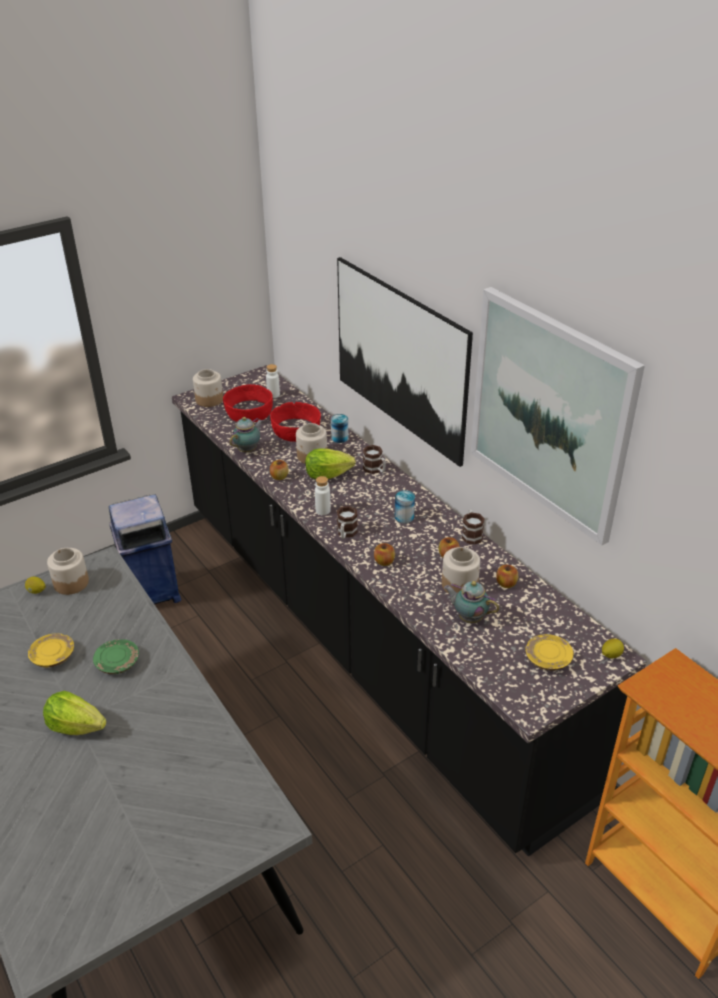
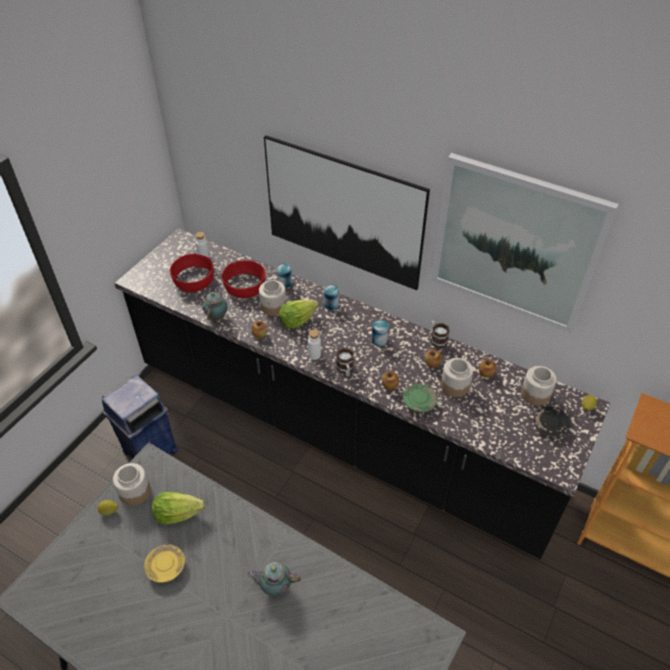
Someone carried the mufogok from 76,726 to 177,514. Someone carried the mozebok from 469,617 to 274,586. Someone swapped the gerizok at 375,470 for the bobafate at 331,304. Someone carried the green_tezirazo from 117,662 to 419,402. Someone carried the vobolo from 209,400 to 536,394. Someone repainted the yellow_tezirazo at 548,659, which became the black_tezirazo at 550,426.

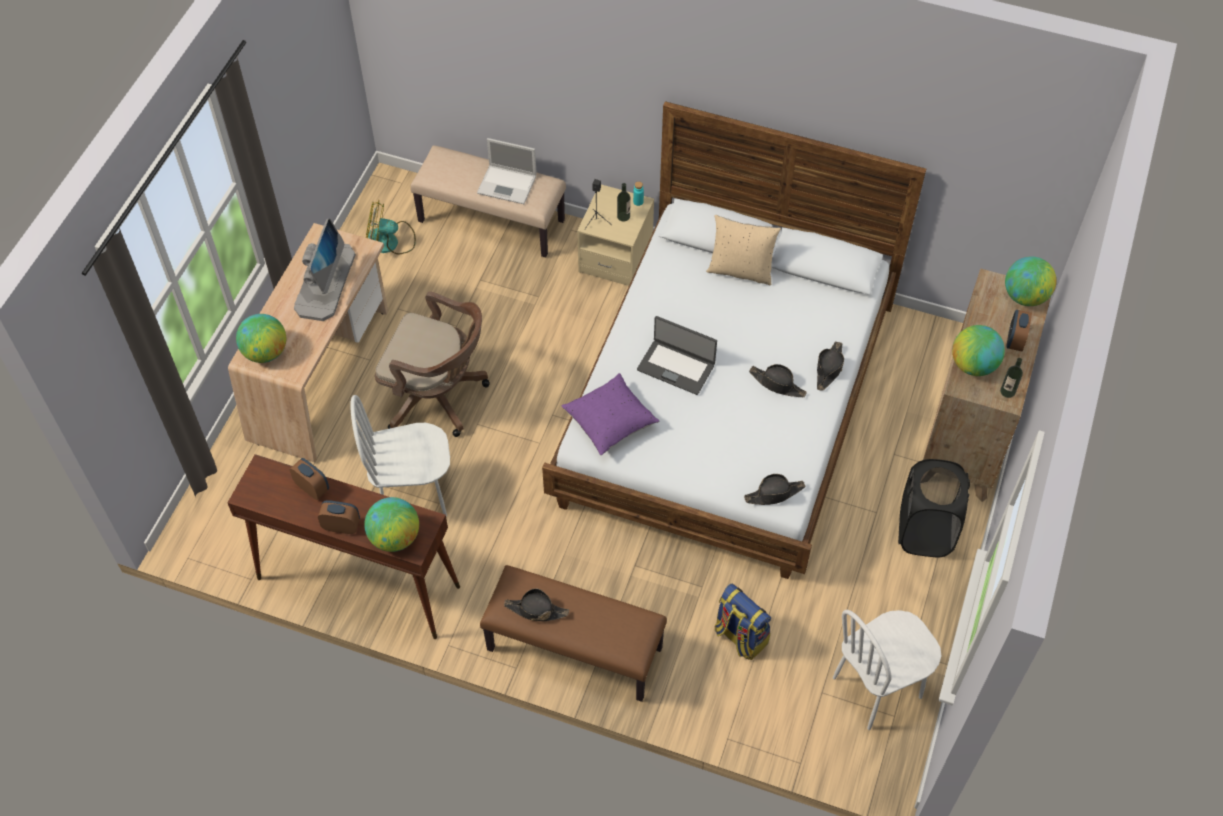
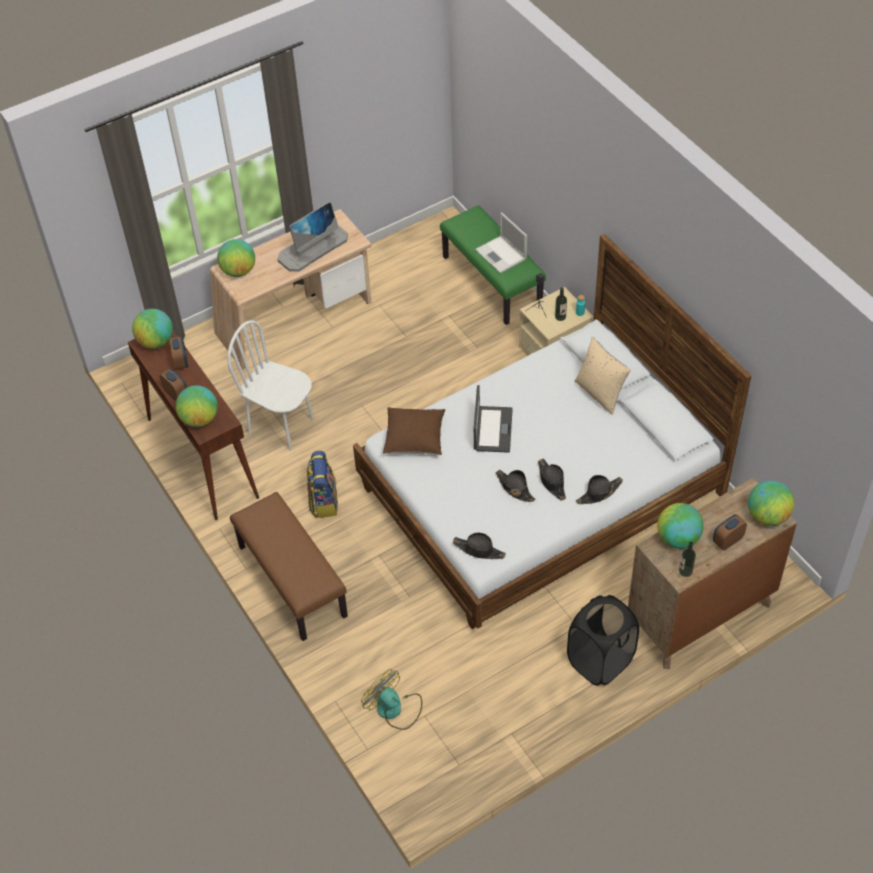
Someone put down the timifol at 156,342. Someone carried the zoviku from 740,636 to 323,501. Someone carried the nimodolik from 390,241 to 394,709. Someone repainted the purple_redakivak at 610,422, which became the brown_redakivak at 414,439. Someone repainted the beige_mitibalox at 492,220, which became the green_mitibalox at 492,282. Someone rotated the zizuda at 676,366 by 150 degrees counterclockwise. Someone carried the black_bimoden from 536,610 to 514,488. Someone took away the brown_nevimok at 438,397. Someone took away the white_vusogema at 877,688.

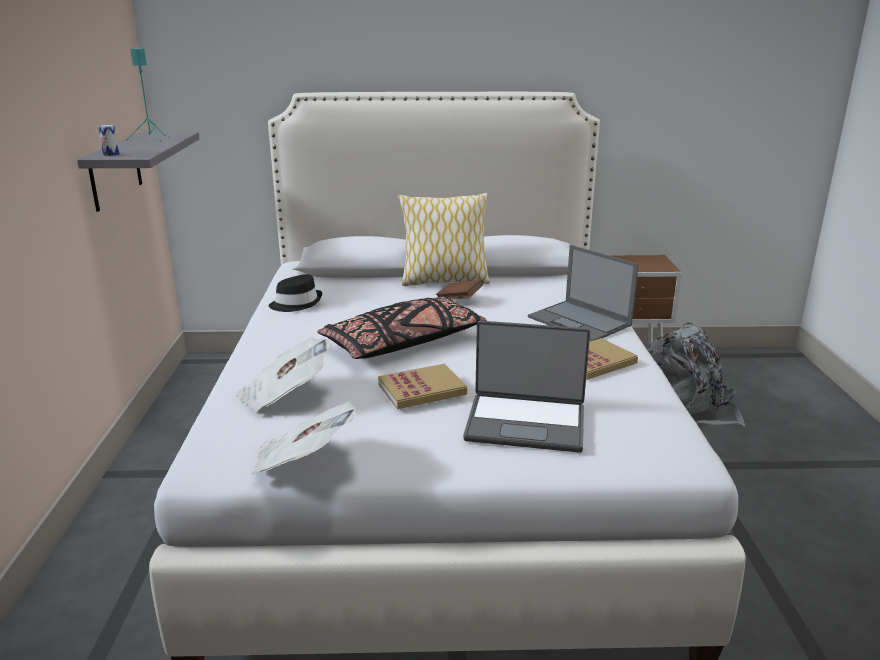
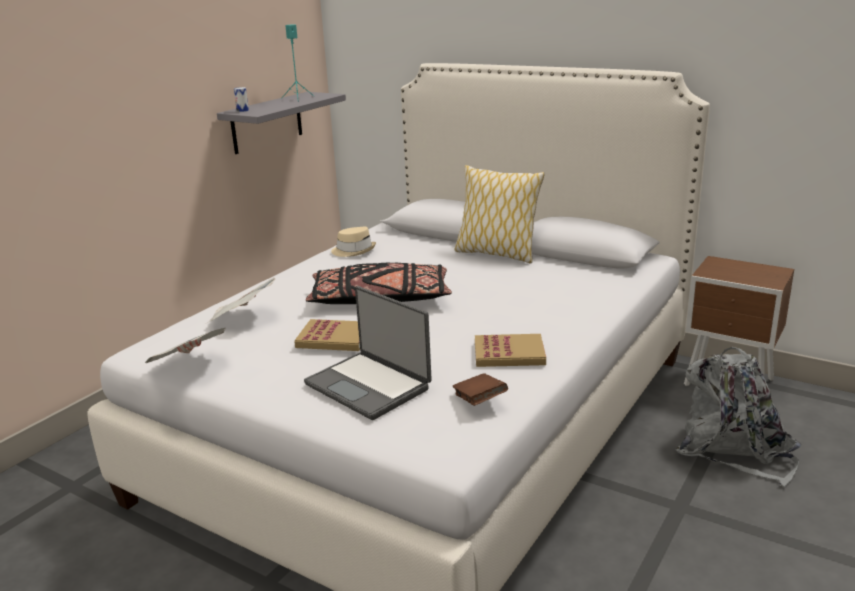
Someone repainted the black_bimoden at 296,303, which became the beige_bimoden at 354,251. Someone carried the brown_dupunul from 459,300 to 479,401. Someone took away the zizuda at 580,321.

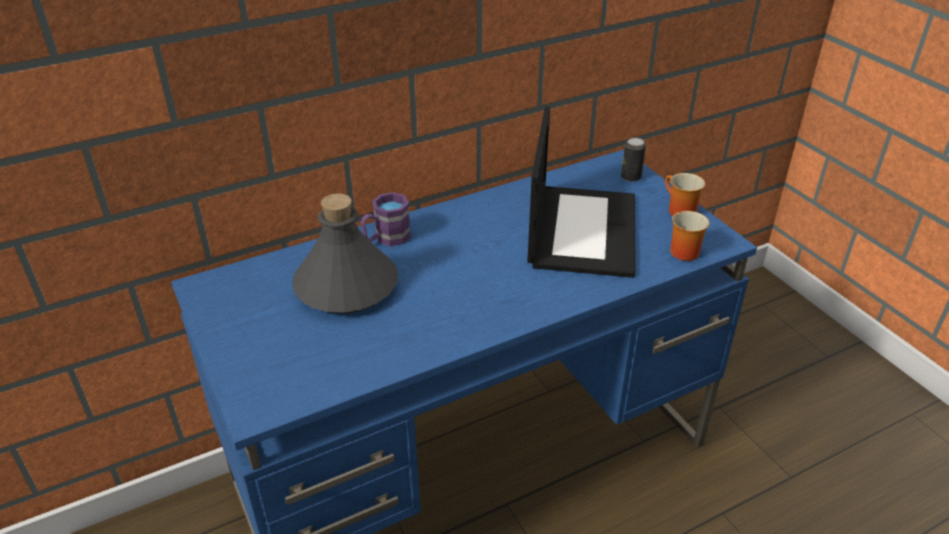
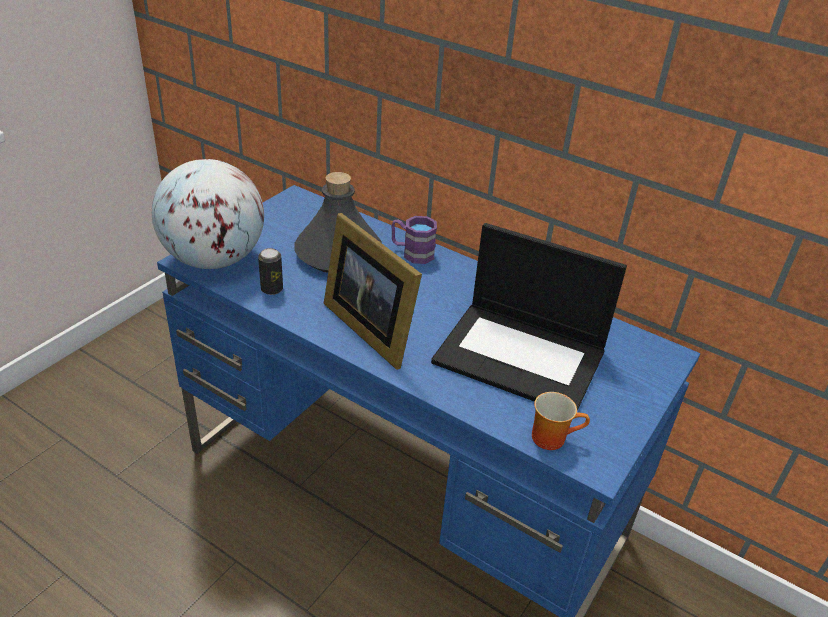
Someone put down the timifol at 214,260. Someone carried the bobafate from 631,177 to 272,289. Someone put down the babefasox at 371,326. Someone rotated the zizuda at 581,229 by 45 degrees clockwise. Someone took away the gerizok at 678,211.

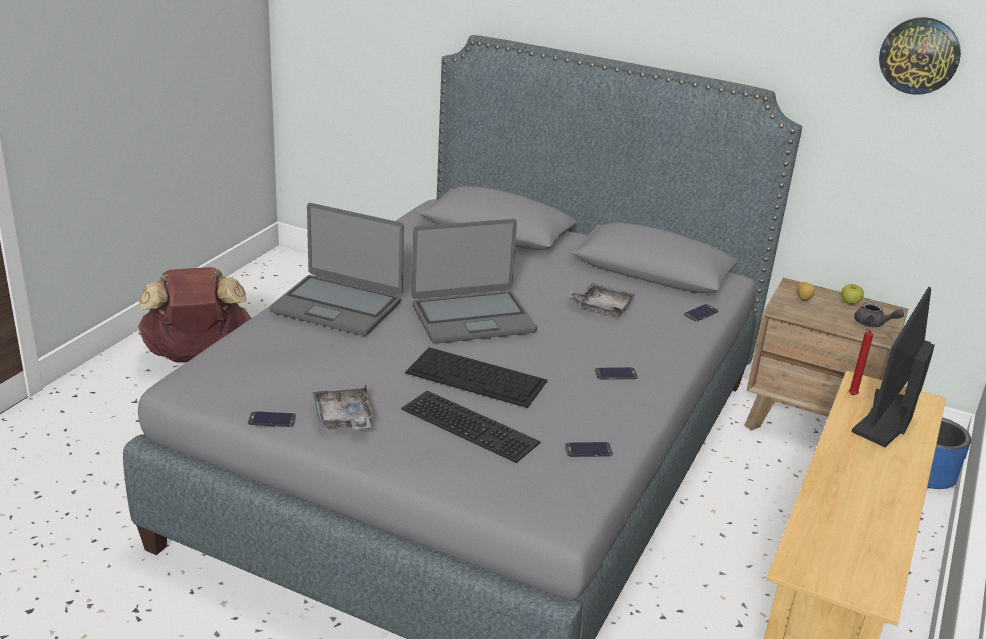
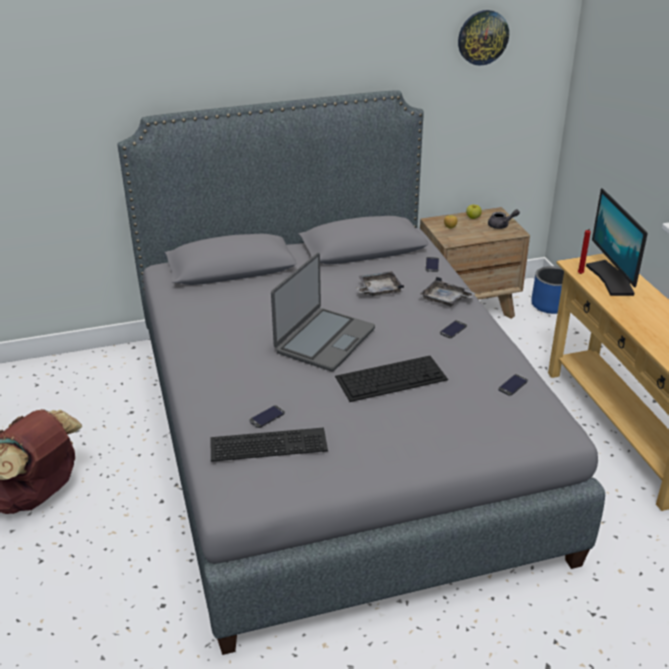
Someone carried the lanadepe from 472,425 to 269,443. Someone carried the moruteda from 272,419 to 267,417. Someone carried the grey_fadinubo from 344,418 to 445,299. Someone took away the zizuda at 337,306.

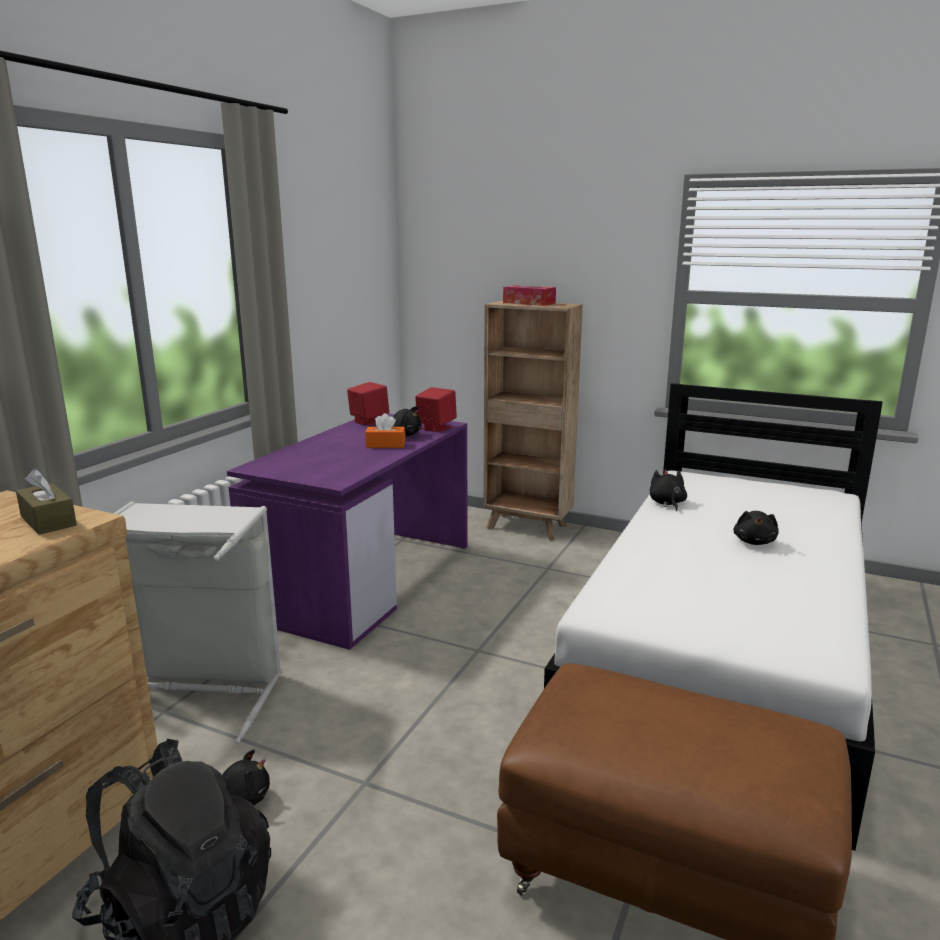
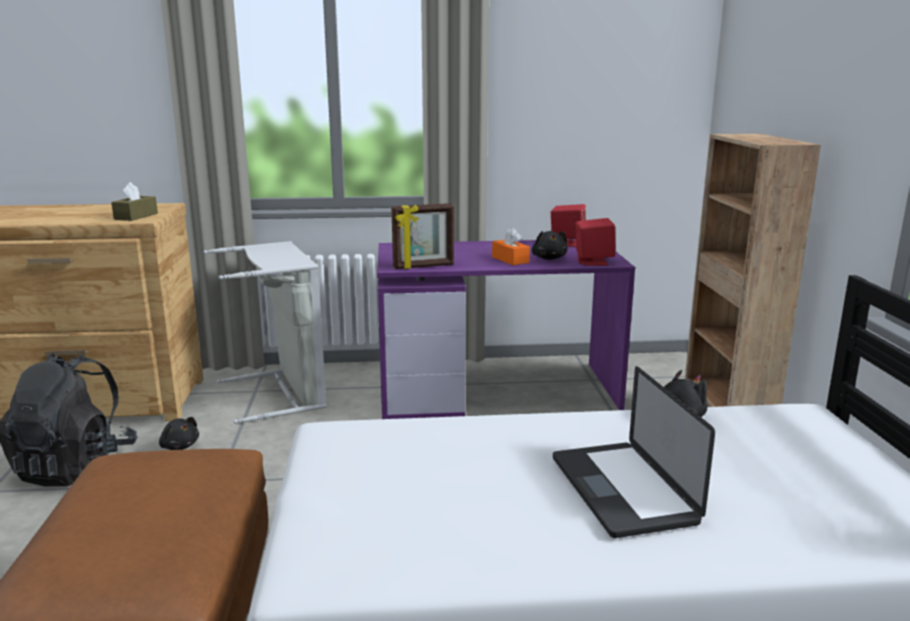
Someone put down the babefasox at 423,266. Someone swapped the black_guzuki at 754,542 for the zizuda at 622,490. Someone took away the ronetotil at 529,303.

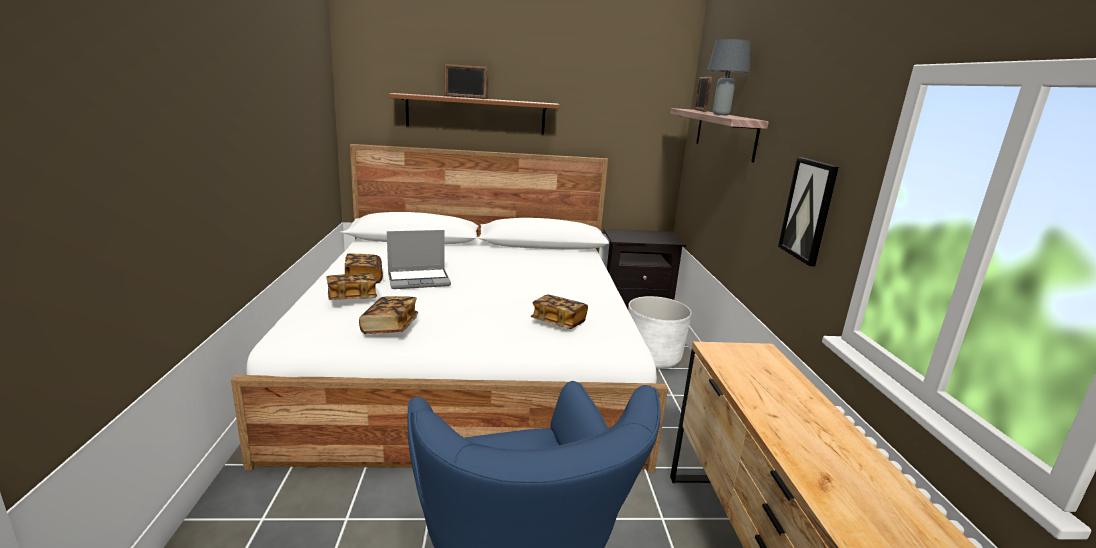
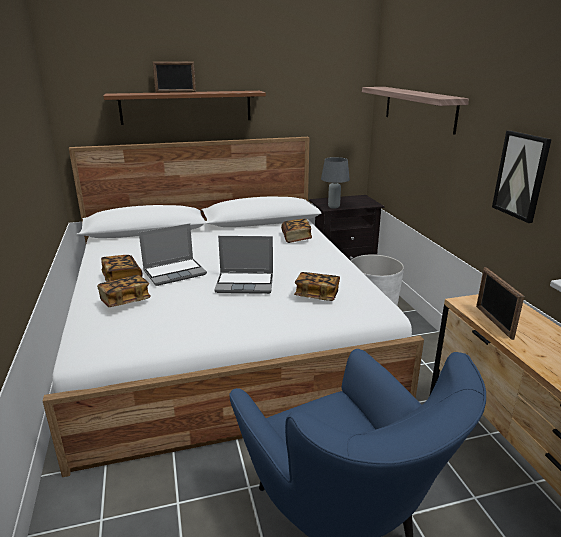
Someone put down the zizuda at 245,283. Someone carried the dupunul from 390,327 to 296,238. Someone carried the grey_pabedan from 721,114 to 334,207. Someone carried the babefasox from 700,110 to 493,322.

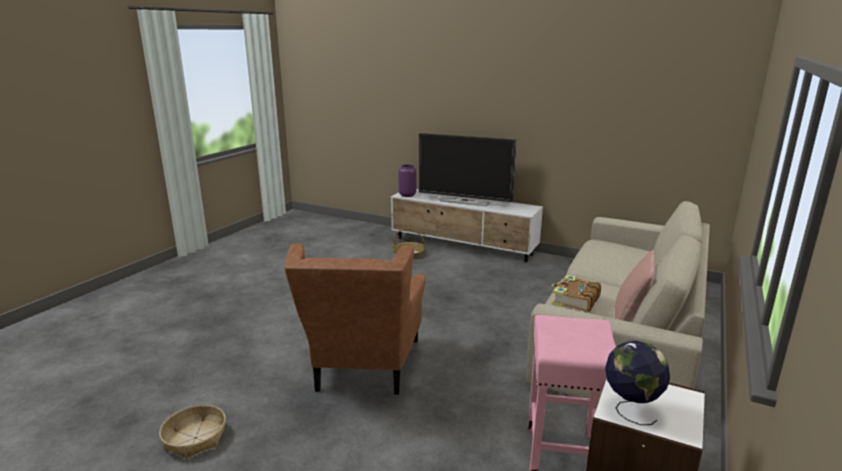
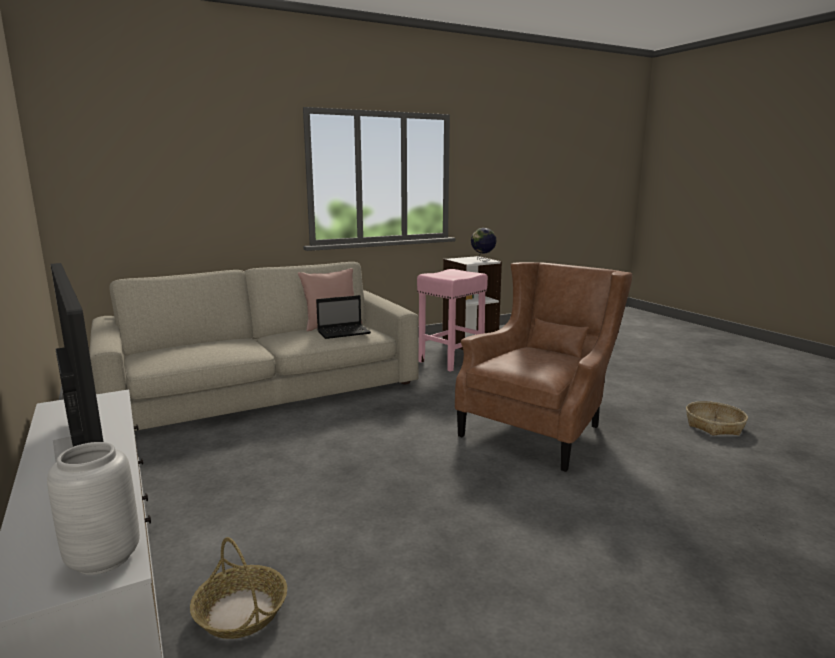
Someone repainted the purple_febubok at 407,195, which became the grey_febubok at 102,559. Someone swapped the dupunul at 574,300 for the zizuda at 345,332.

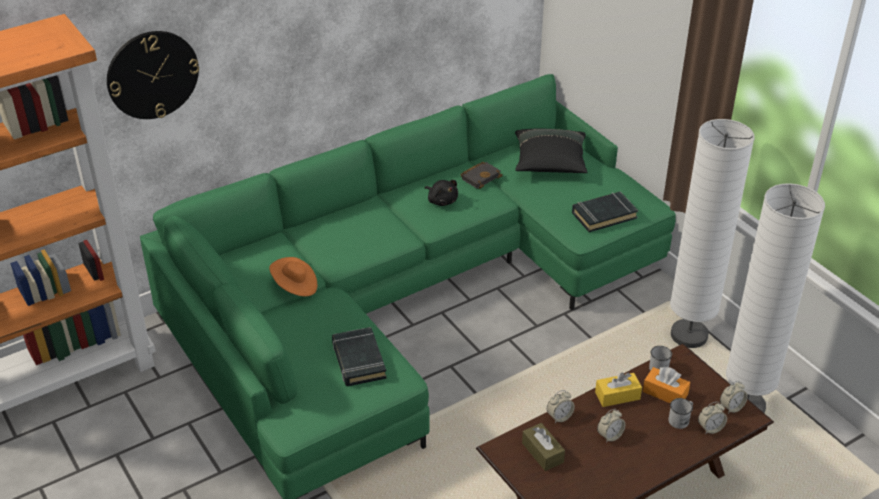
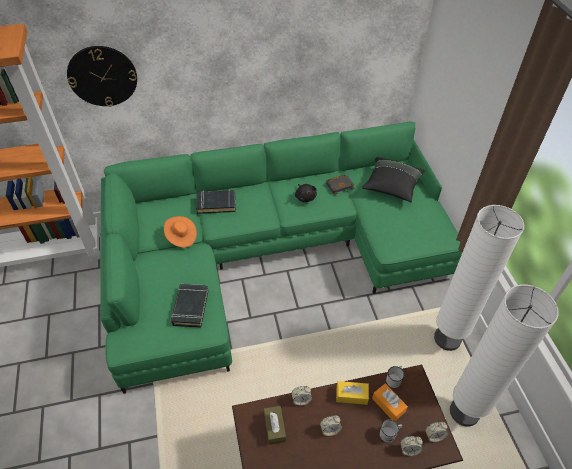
Someone carried the black_dupunul from 603,215 to 216,203.

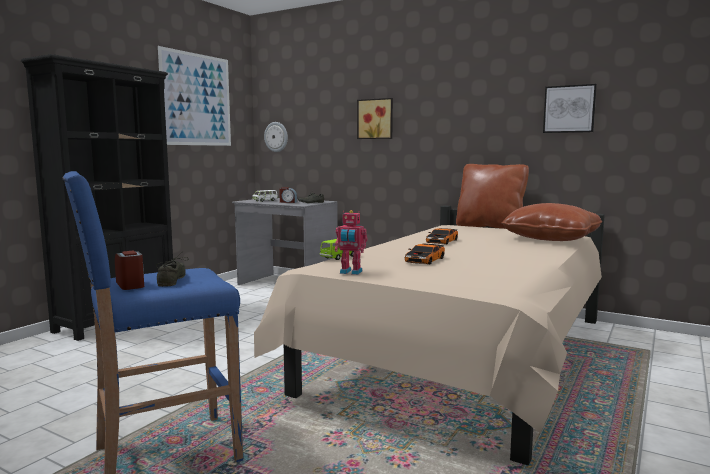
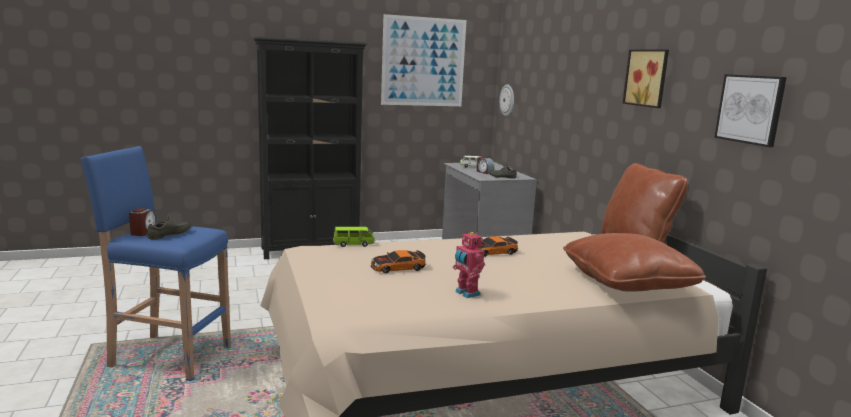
Someone carried the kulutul from 350,272 to 466,293. Someone carried the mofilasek from 375,119 to 647,78.

